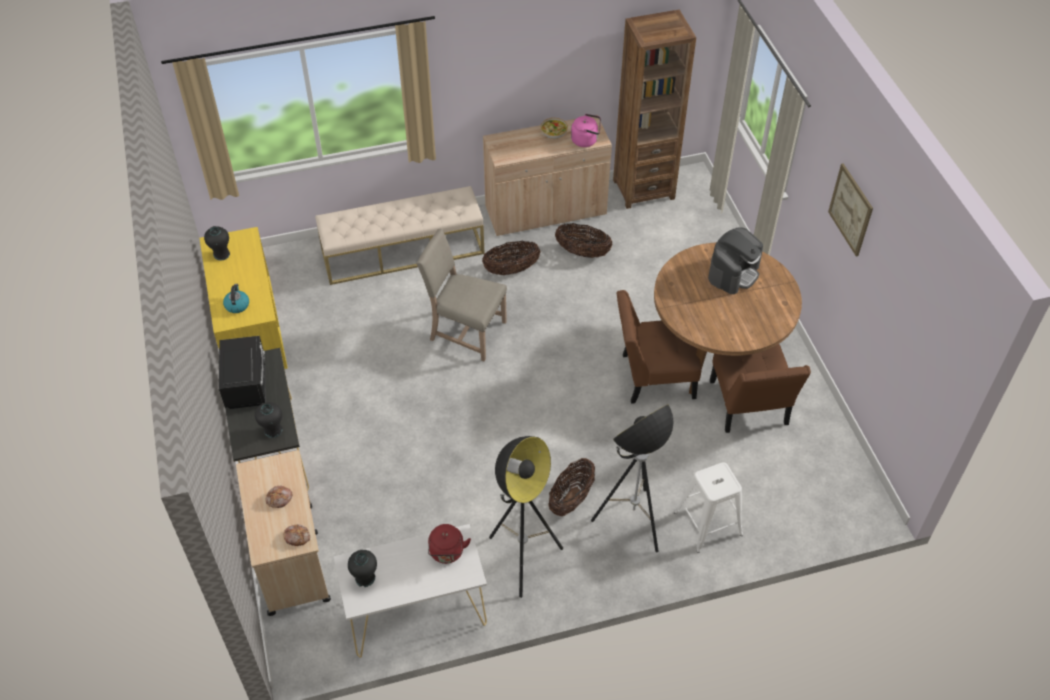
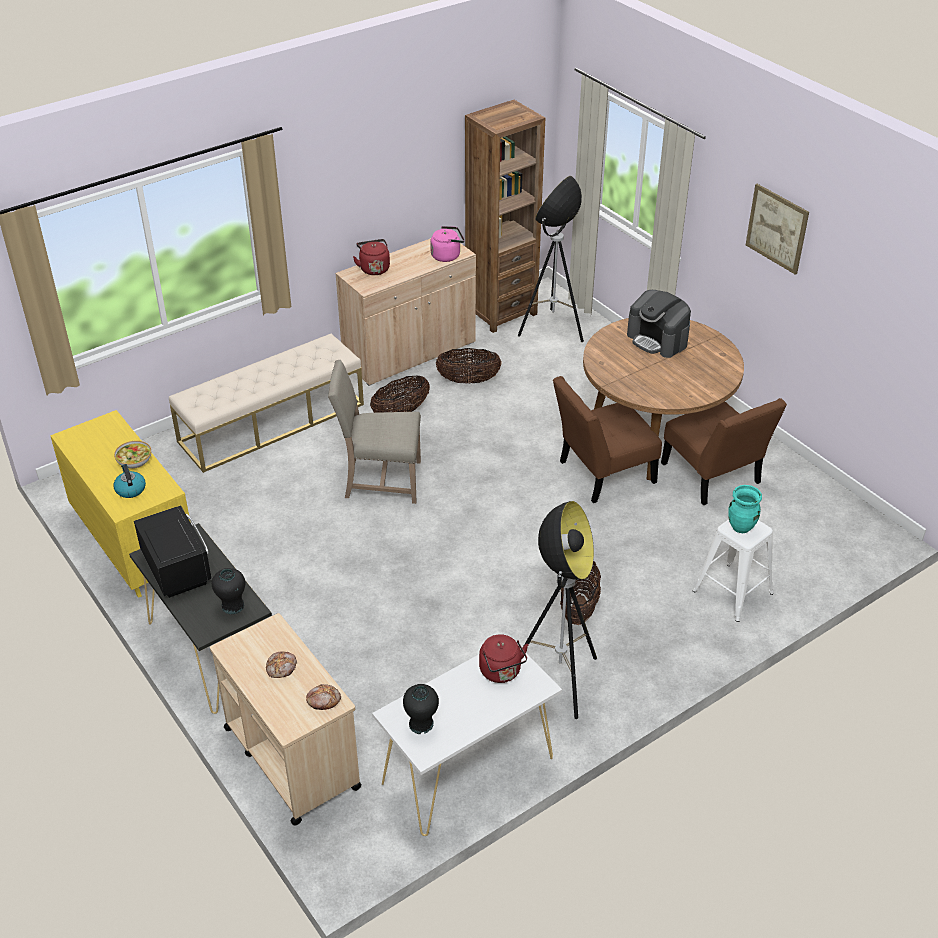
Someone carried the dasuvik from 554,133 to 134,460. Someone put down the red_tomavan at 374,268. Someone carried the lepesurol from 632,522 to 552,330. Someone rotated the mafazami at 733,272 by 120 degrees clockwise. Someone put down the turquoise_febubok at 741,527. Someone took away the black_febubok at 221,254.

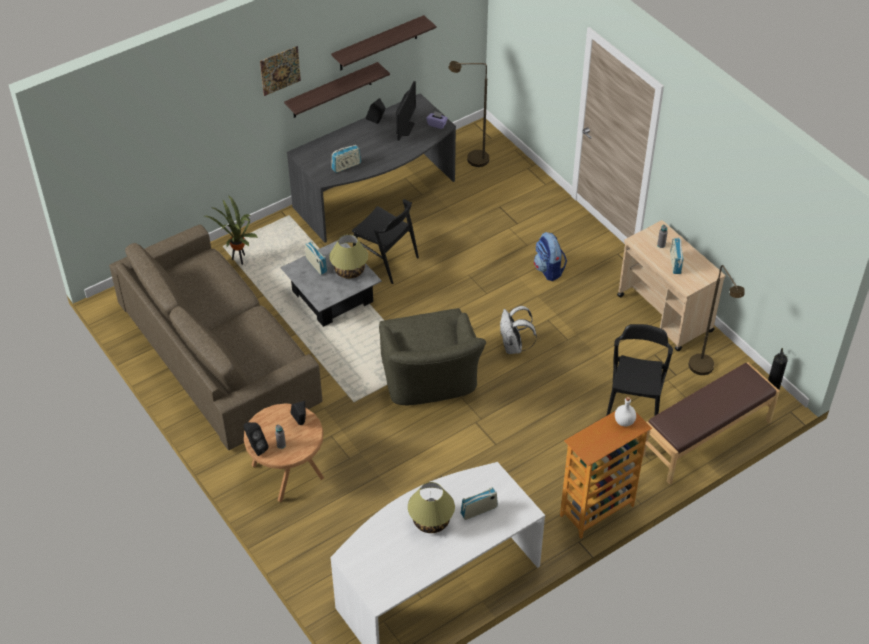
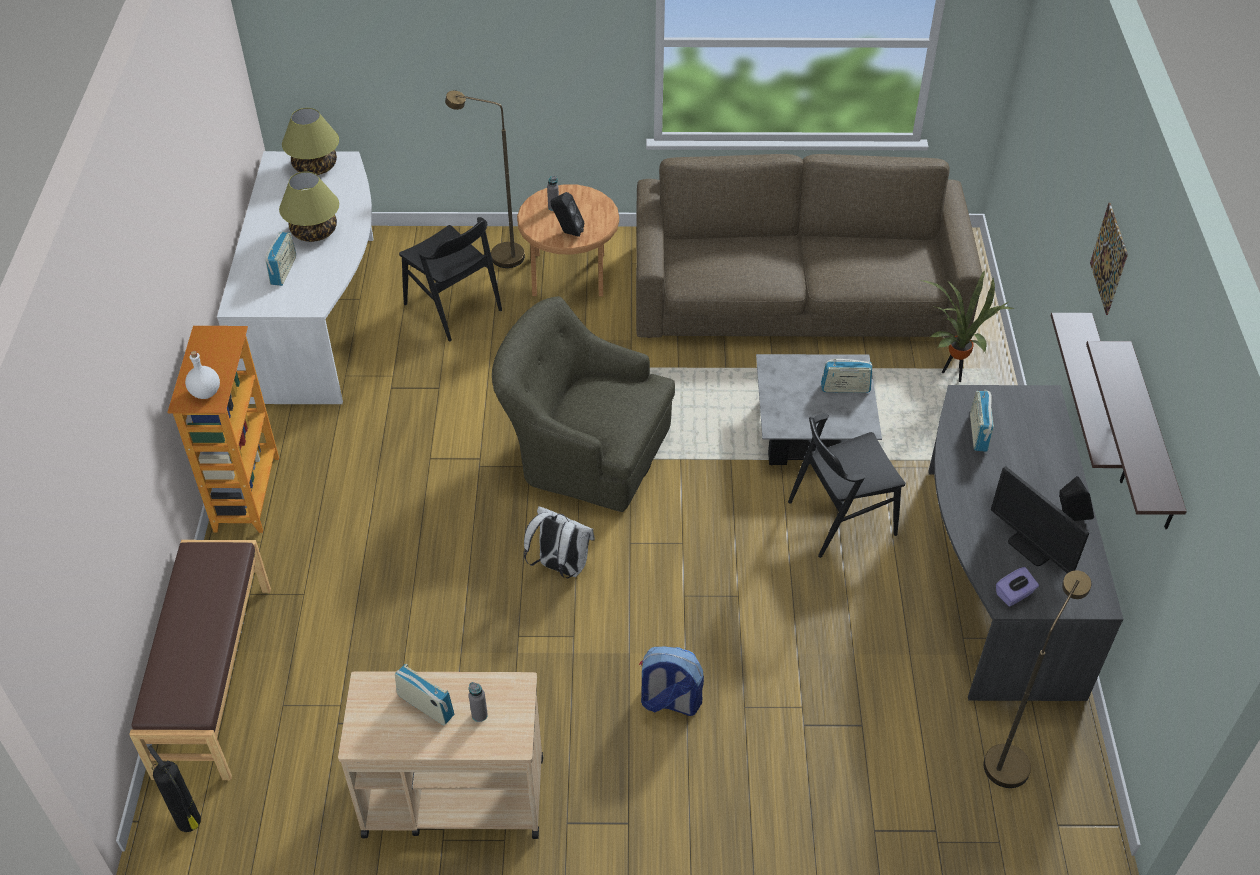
Someone carried the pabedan from 349,271 to 315,166. Someone carried the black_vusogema from 634,402 to 453,307. Someone carried the brown_lepesurol from 705,370 to 498,256. Someone took away the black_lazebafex at 256,448.

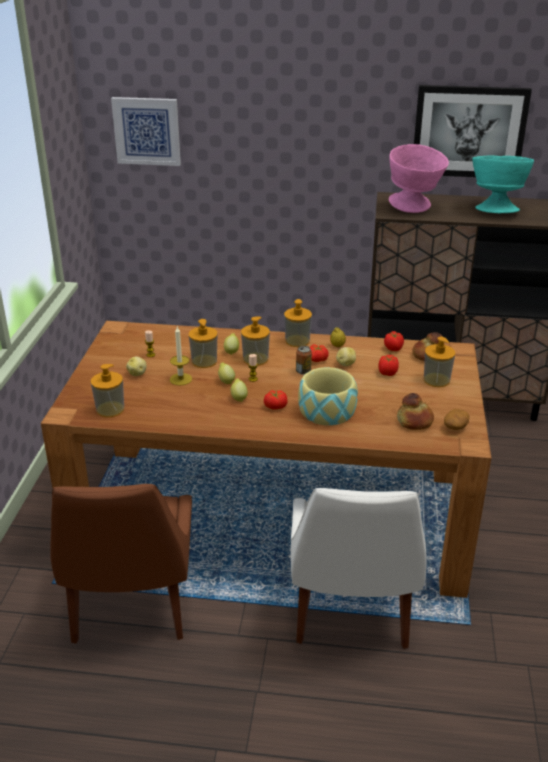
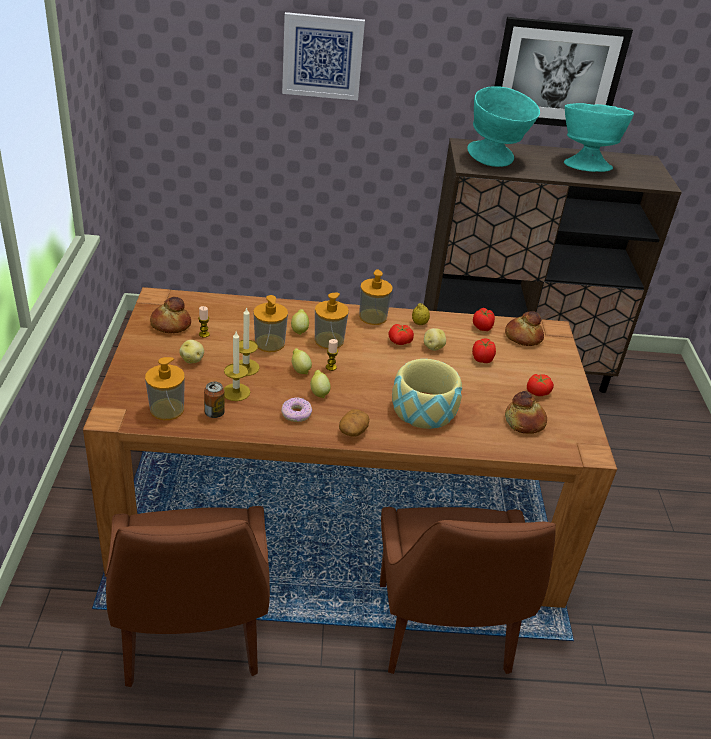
Someone put down the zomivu at 170,325. Someone carried the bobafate from 303,371 to 214,413. Someone put down the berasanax at 236,392. Someone put down the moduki at 296,414. Someone carried the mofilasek from 147,131 to 322,56. Someone carried the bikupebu from 455,426 to 353,431. Someone repainted the white_vusogema at 351,613, which became the brown_vusogema at 443,632. Someone repainted the pink_dasuvik at 414,208, which became the turquoise_dasuvik at 496,161. Someone carried the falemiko from 275,406 to 537,391. Someone took away the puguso at 436,380.

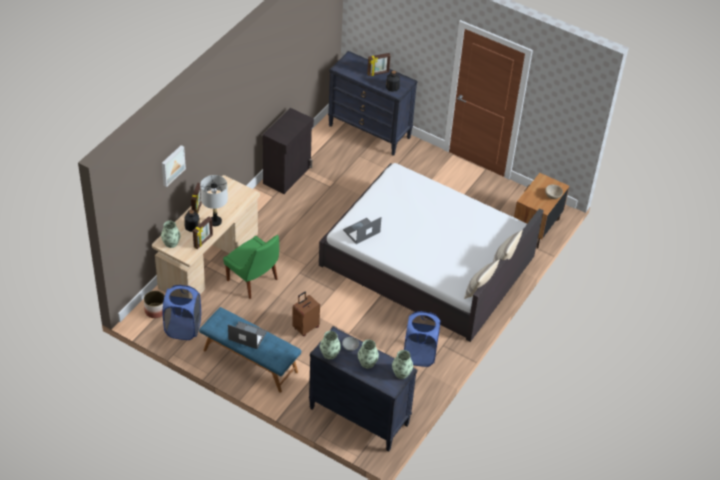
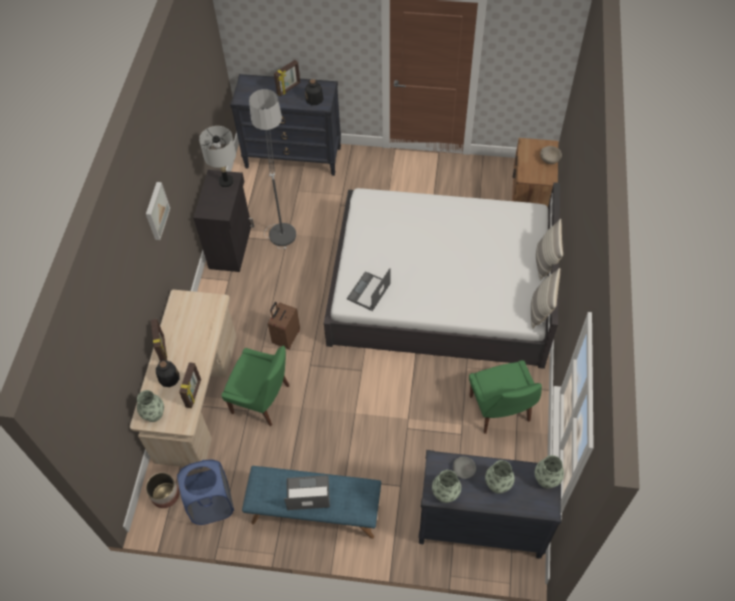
Someone carried the mofilasek from 172,165 to 155,211. Someone carried the grey_pabedan from 215,221 to 226,181. Someone put down the lepesurol at 280,218. Someone carried the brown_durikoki from 305,327 to 286,337. Someone swapped the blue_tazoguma at 419,355 for the green_vusogema at 500,411.

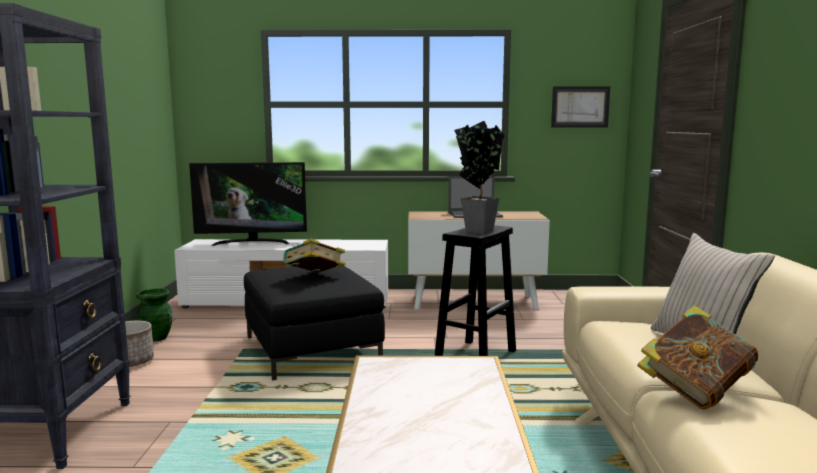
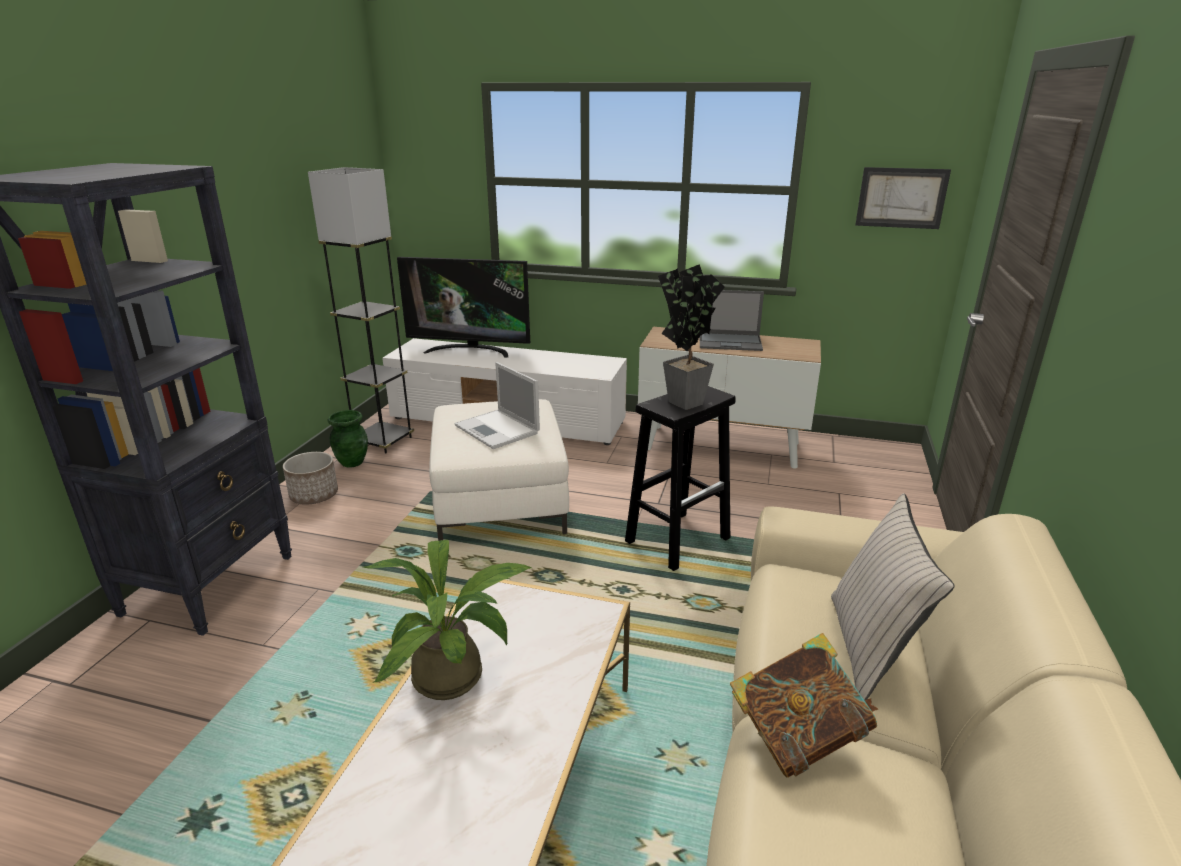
Someone put down the grey_lepesurol at 383,441. Someone put down the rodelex at 457,676. Someone repainted the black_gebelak at 311,349, which became the white_gebelak at 500,501. Someone swapped the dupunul at 314,277 for the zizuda at 498,430.

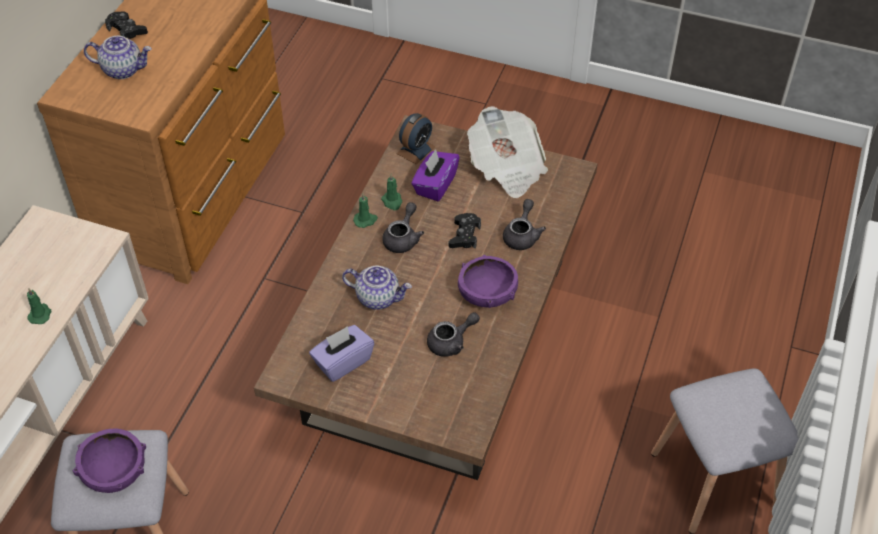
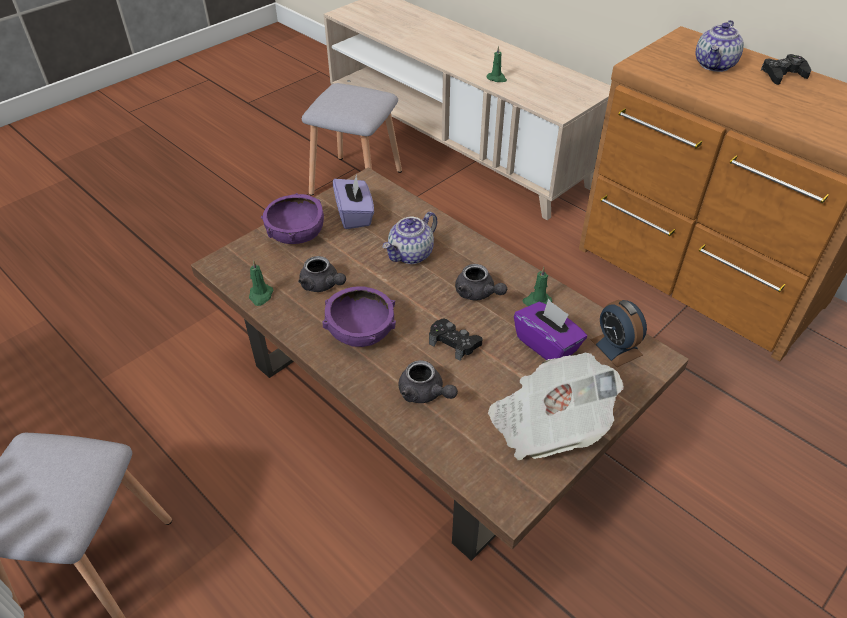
Someone carried the green_berasanax from 365,220 to 261,296. Someone carried the purple_dasuvik from 115,472 to 296,233. Someone rotated the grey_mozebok at 451,342 by 45 degrees counterclockwise.

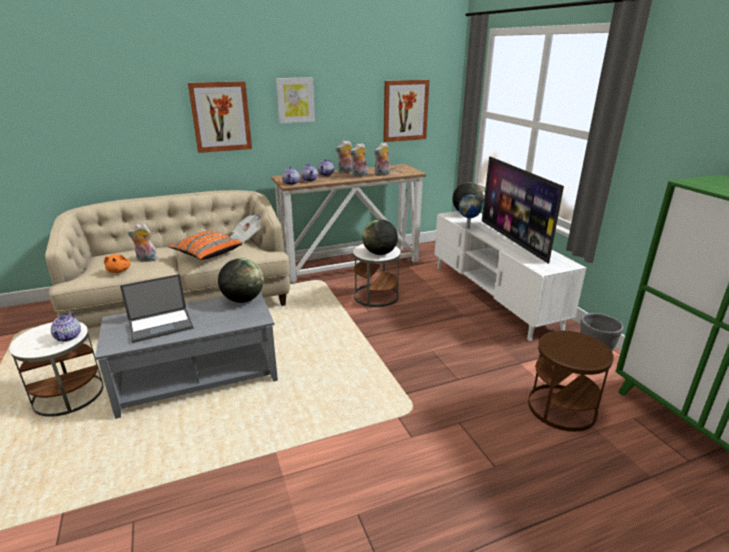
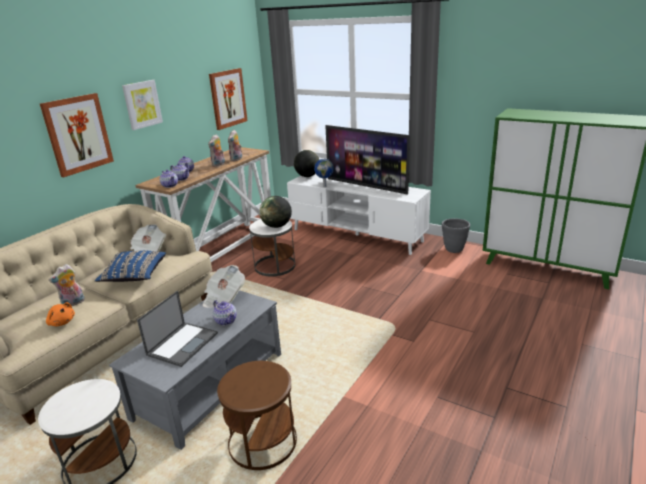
Someone repainted the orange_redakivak at 207,255, which became the blue_redakivak at 134,276. Someone swapped the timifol at 243,300 for the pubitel at 223,297. Someone carried the mozebok from 69,336 to 226,320. Someone carried the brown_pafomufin from 561,408 to 262,442. Someone took away the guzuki at 345,172.

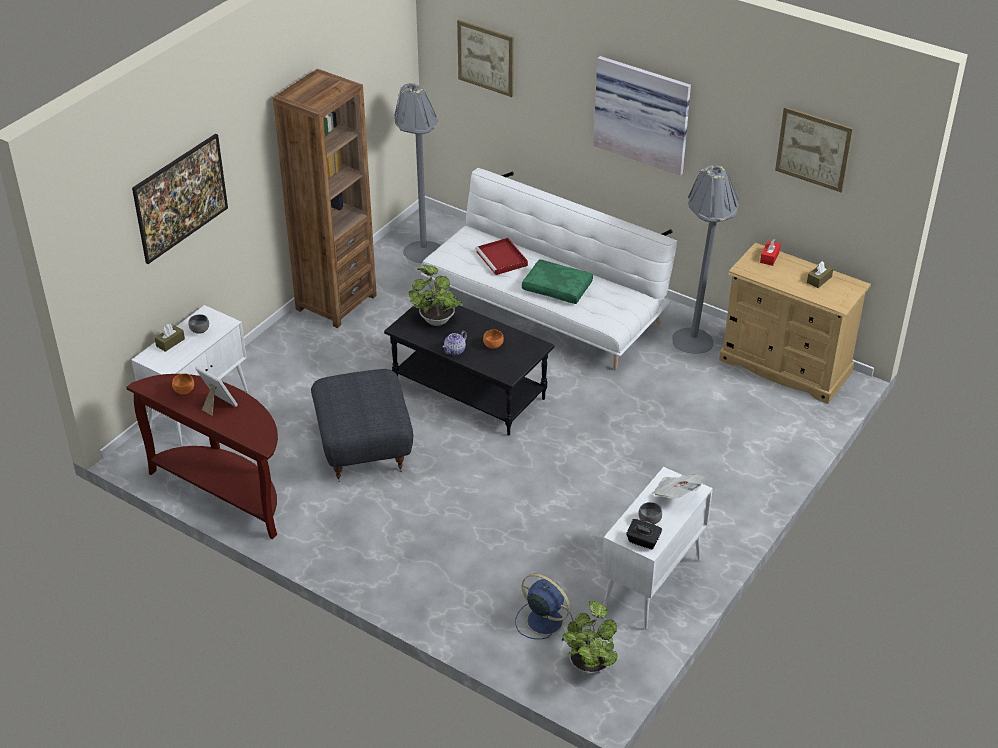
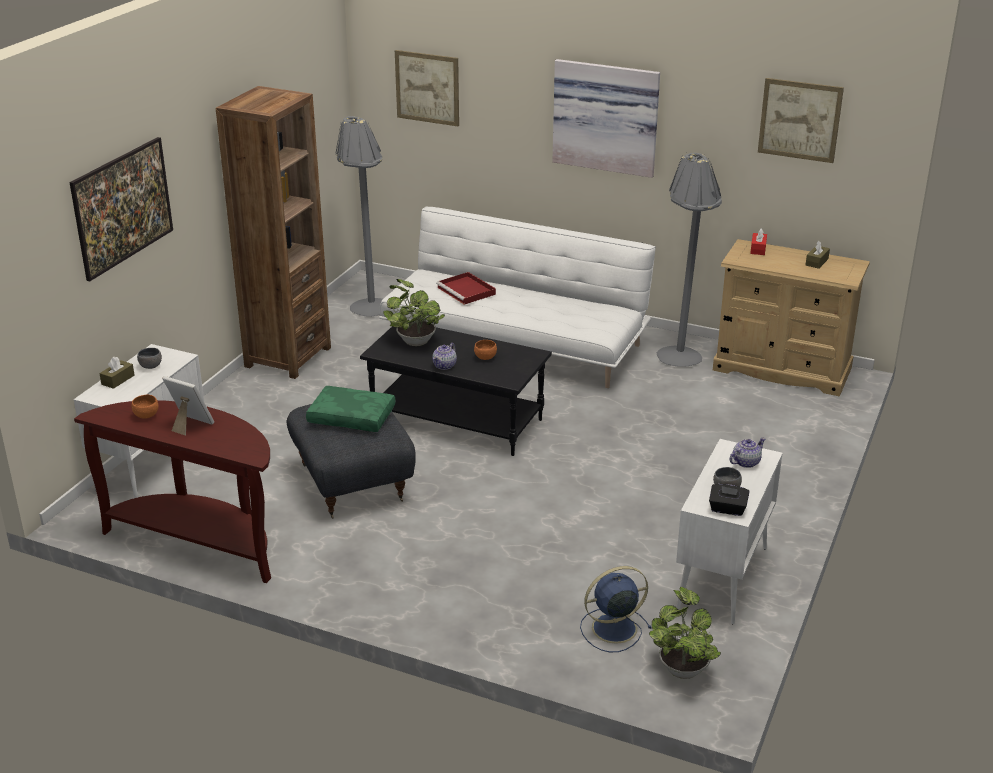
Someone carried the green_redakivak from 558,288 to 352,417. Someone rotated the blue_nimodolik at 543,620 by 45 degrees counterclockwise. Someone swapped the pubitel at 676,495 for the mozebok at 745,462.

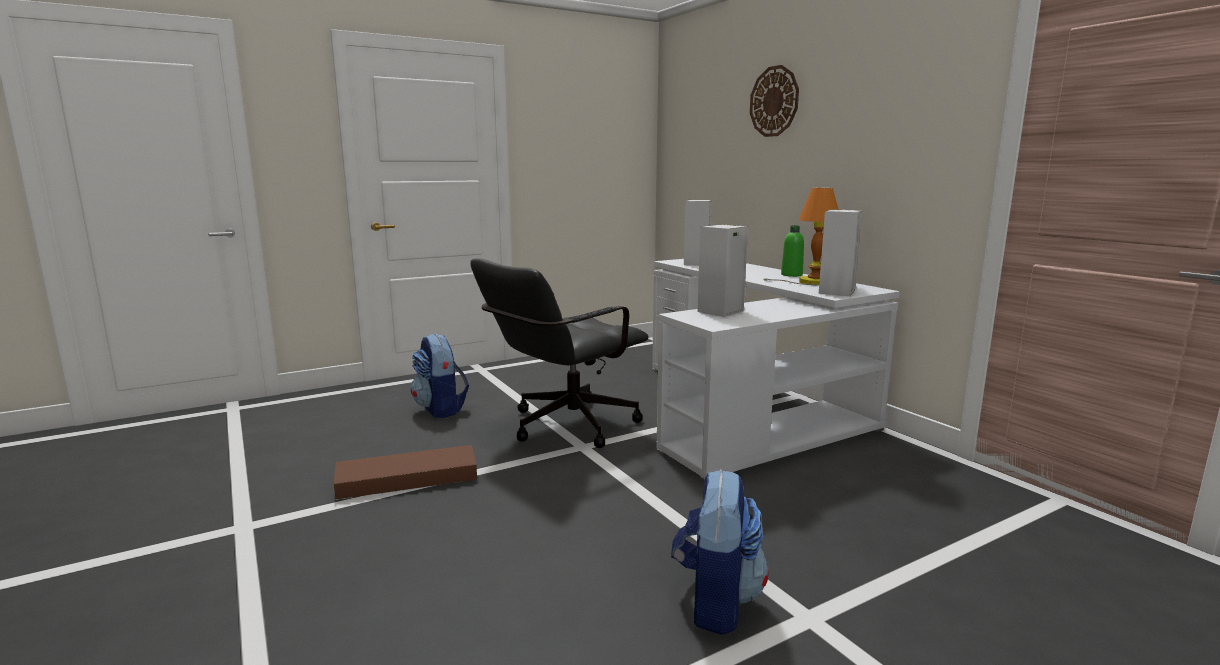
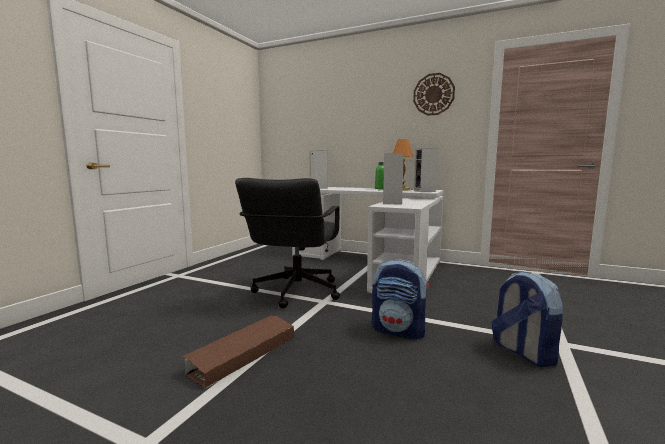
Someone carried the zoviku from 441,409 to 399,331. Someone carried the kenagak from 774,101 to 433,94.

